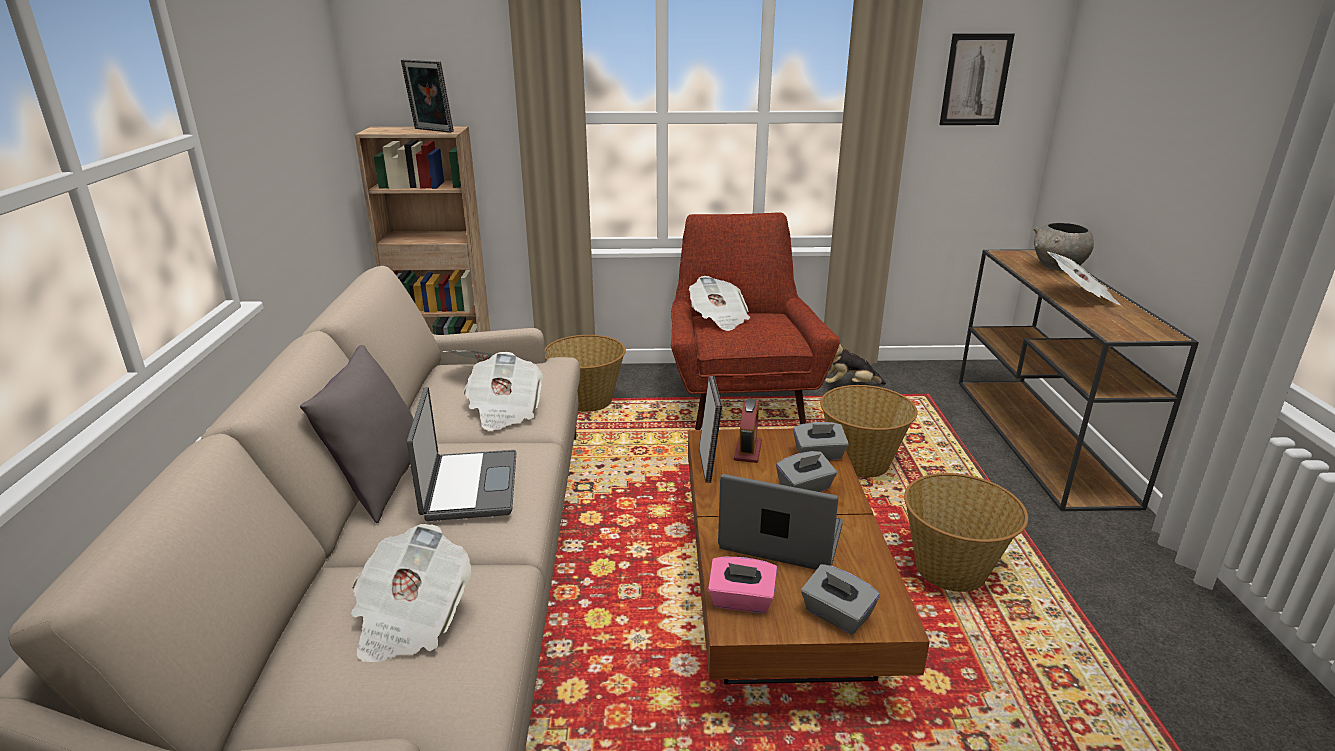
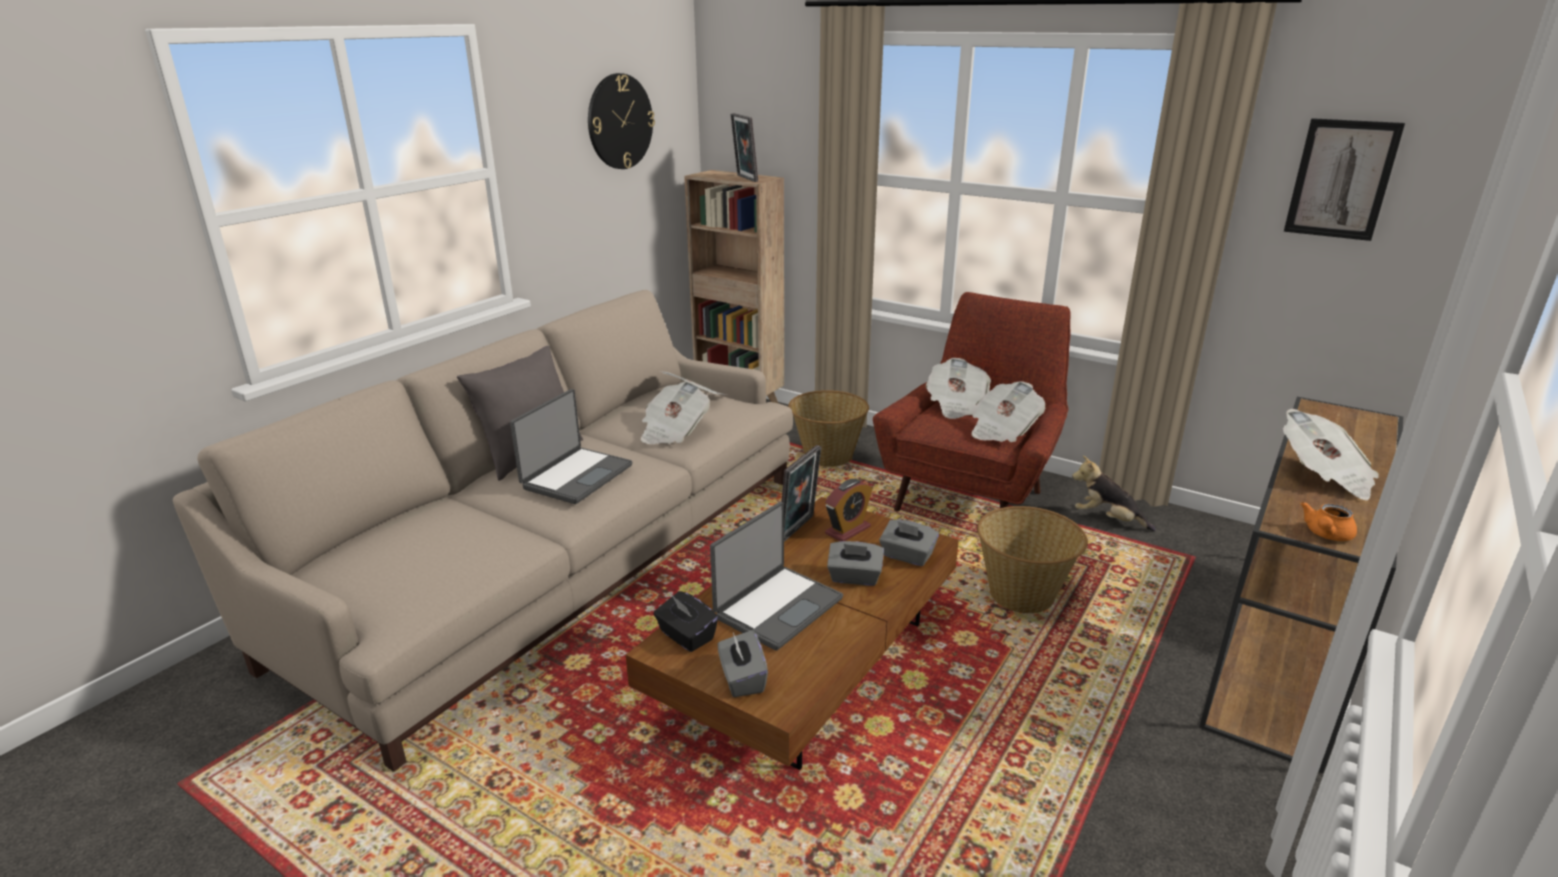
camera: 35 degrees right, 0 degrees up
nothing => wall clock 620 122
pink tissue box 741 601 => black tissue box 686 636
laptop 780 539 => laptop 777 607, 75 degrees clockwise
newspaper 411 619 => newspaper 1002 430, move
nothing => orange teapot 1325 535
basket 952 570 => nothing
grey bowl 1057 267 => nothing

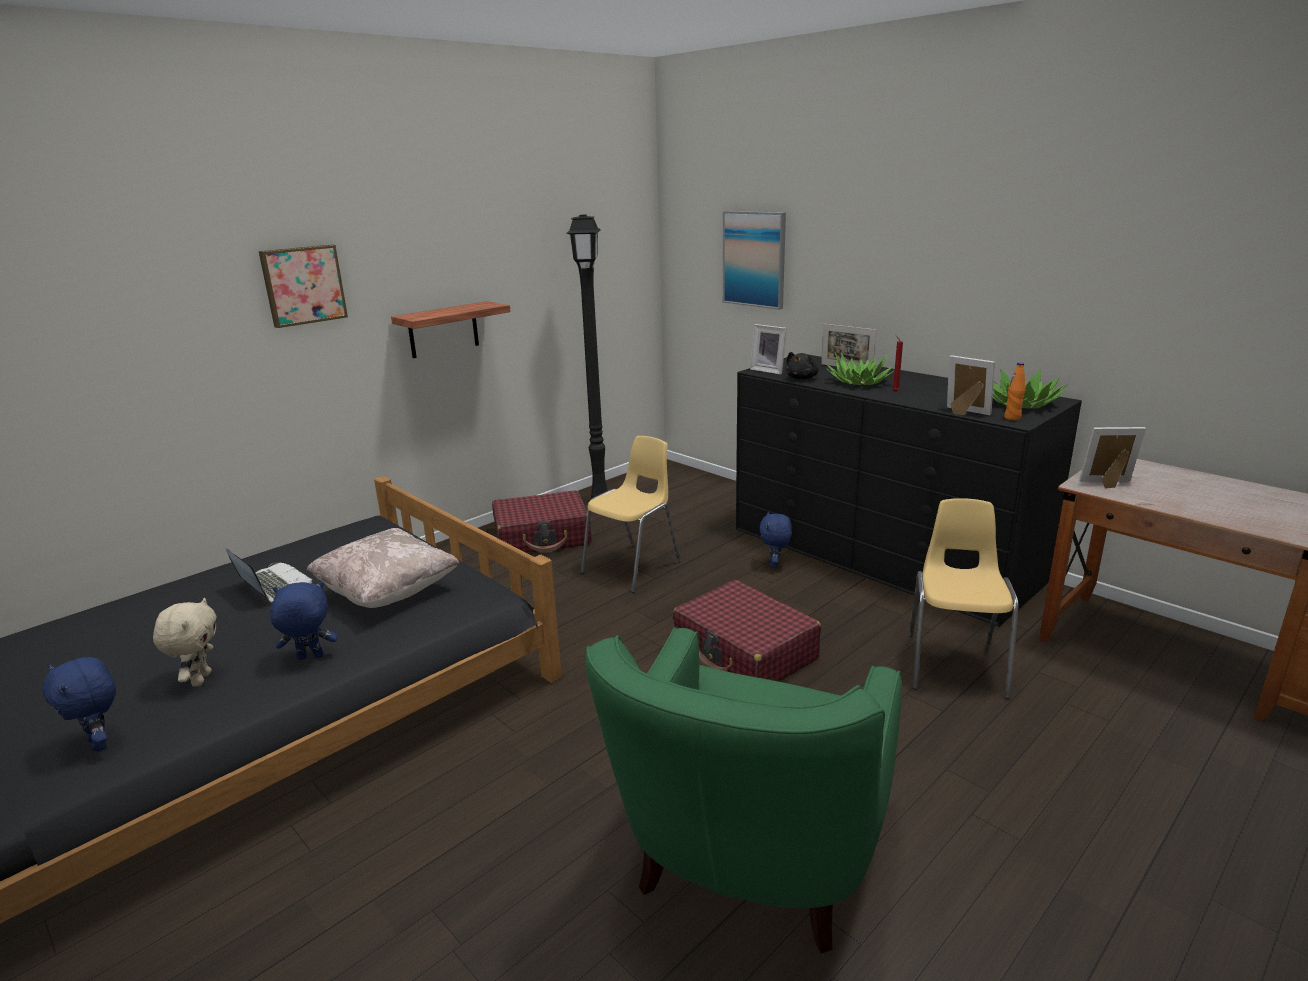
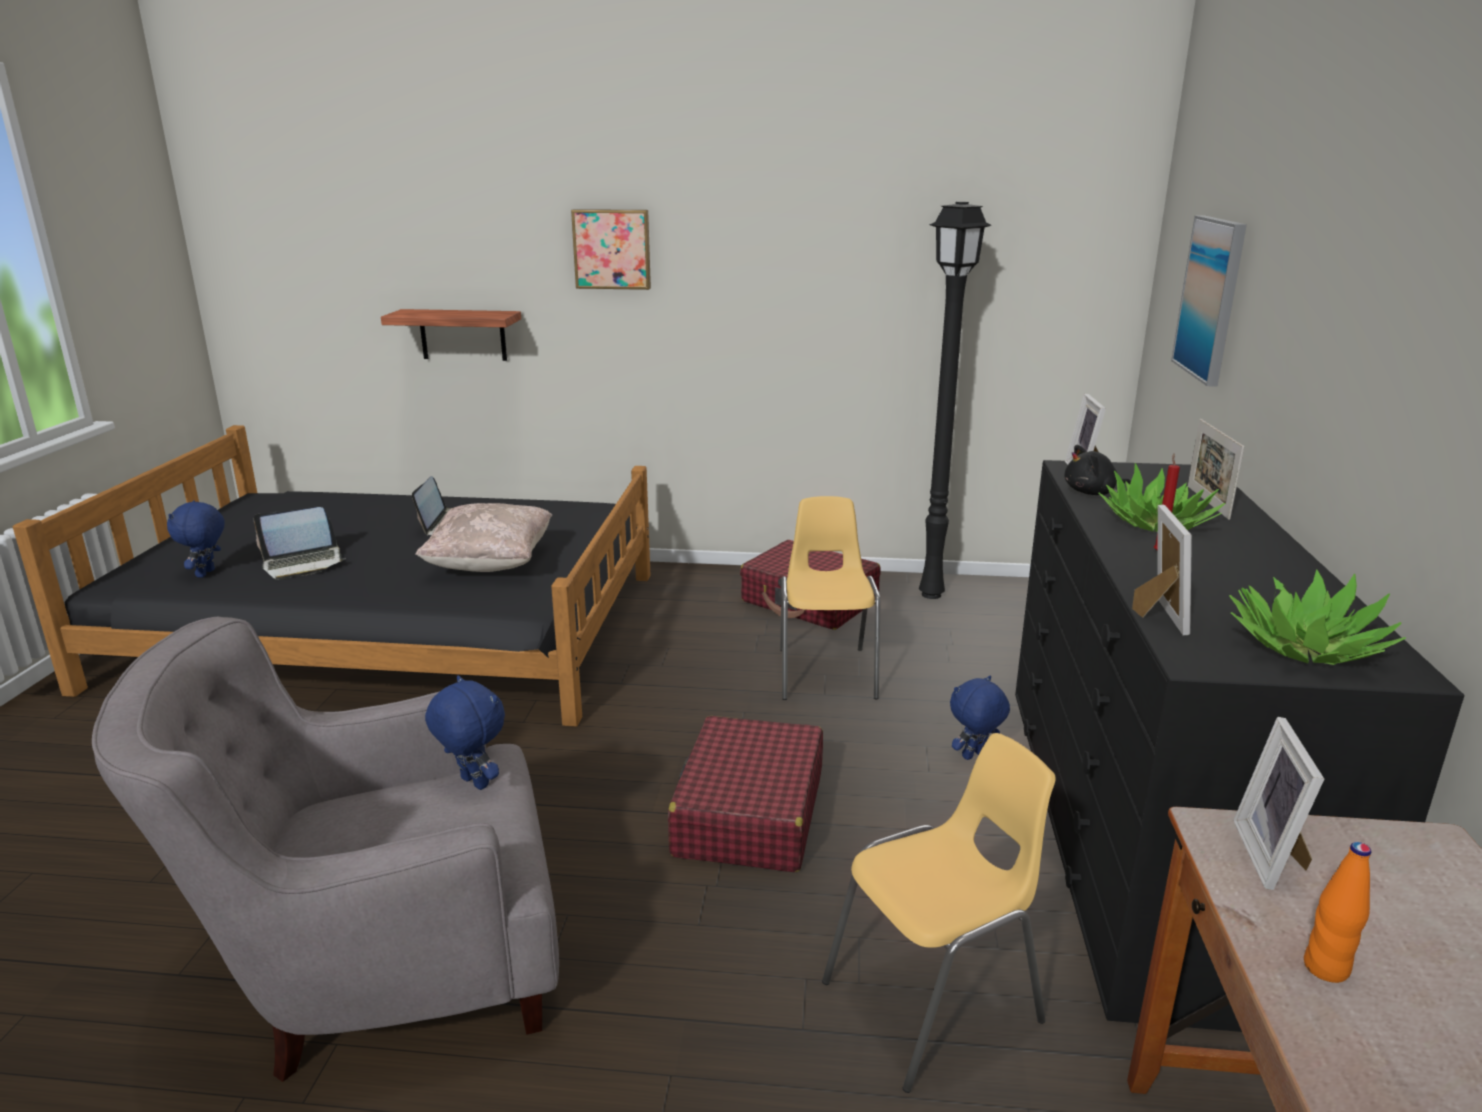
camera: 50 degrees right, 0 degrees up
green armchair 750 861 => grey armchair 383 968
beige plush toy 200 679 => laptop 303 564
shelf 443 330 => shelf 463 335, move
blue plush toy 309 658 => blue plush toy 472 783, move
yellow chair 633 567 => yellow chair 826 673, 90 degrees counterclockwise
picture frame 1108 484 => picture frame 1273 856, 135 degrees counterclockwise
orange bottle 1012 418 => orange bottle 1326 968, move

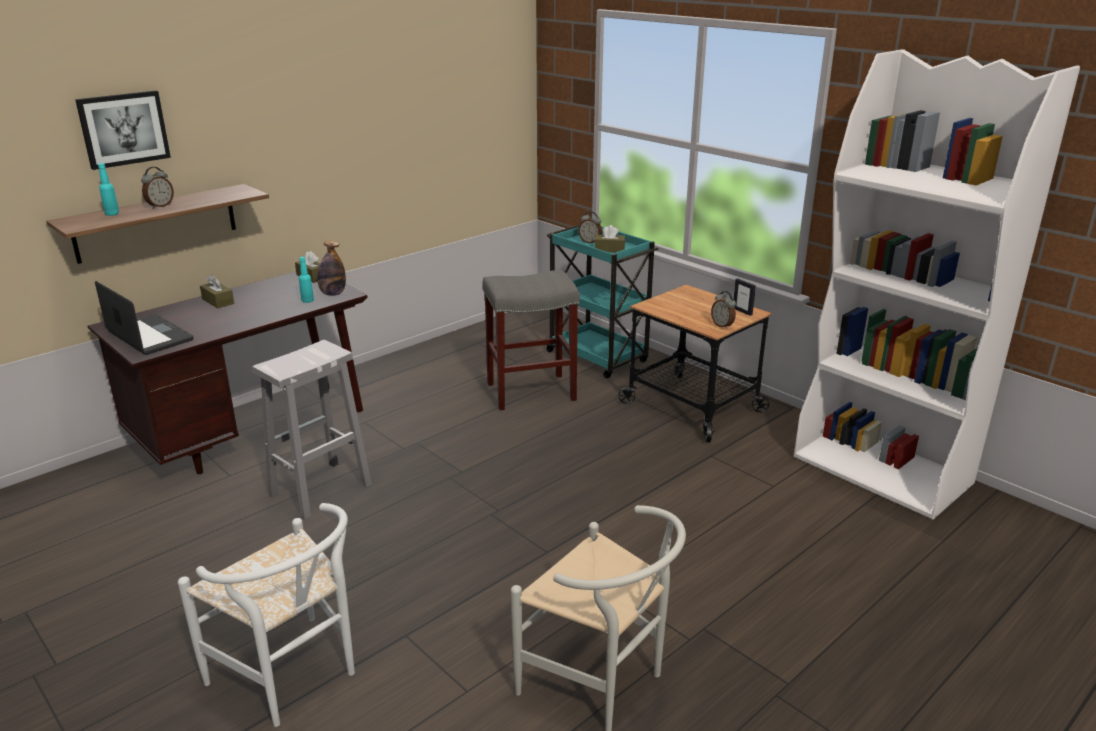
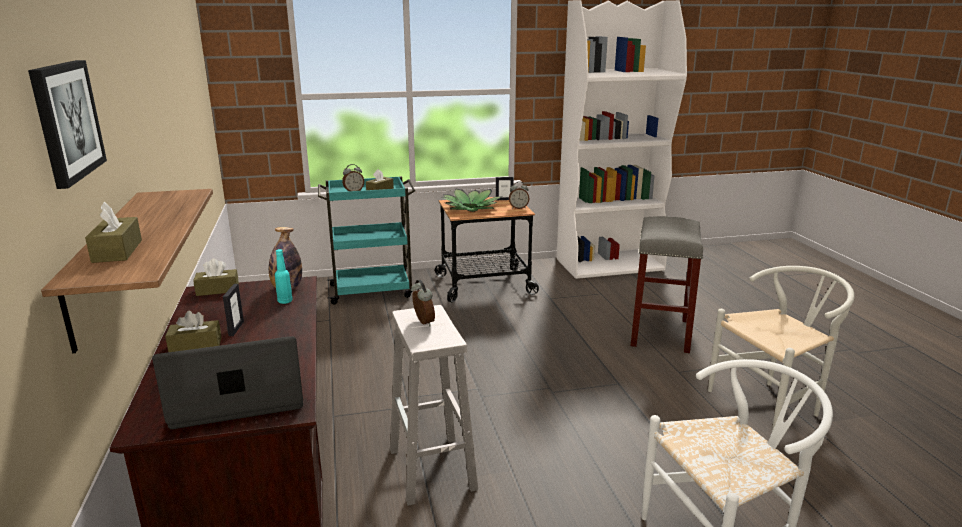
camera: 60 degrees left, 5 degrees down
turquoise bottle 112 214 => brown tissue box 117 251
nothing => picture frame 236 328
alarm clock 160 206 => alarm clock 422 322, move
nothing => potted plant 471 208
grey stool 530 392 => grey stool 660 333, move

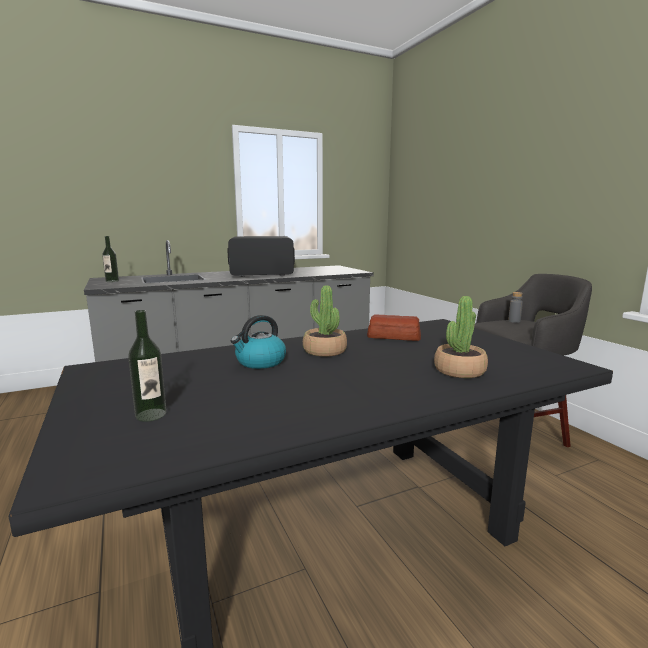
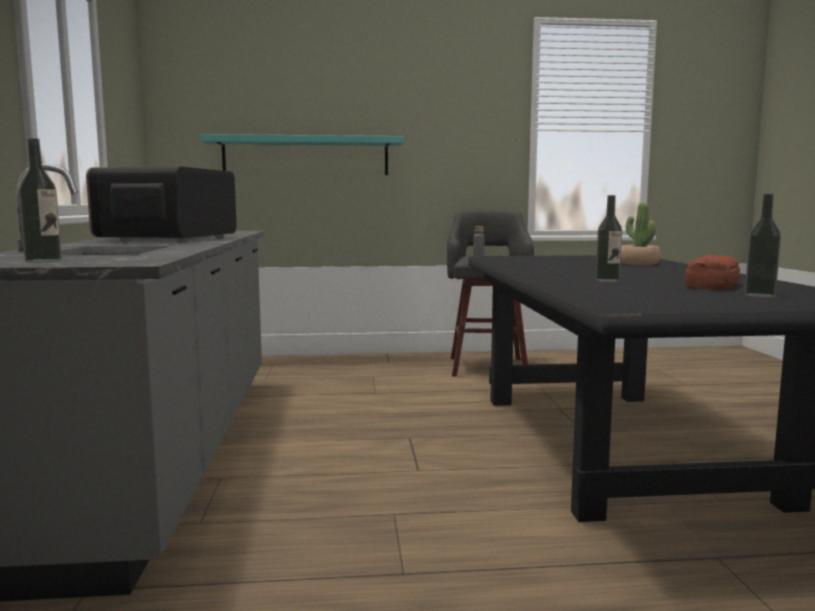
camera: 70 degrees left, 5 degrees down
nothing => turquoise shelf 306 156
kettle 260 362 => bottle 607 280
bread 393 336 => bread 711 285, move
potted plant 324 351 => nothing

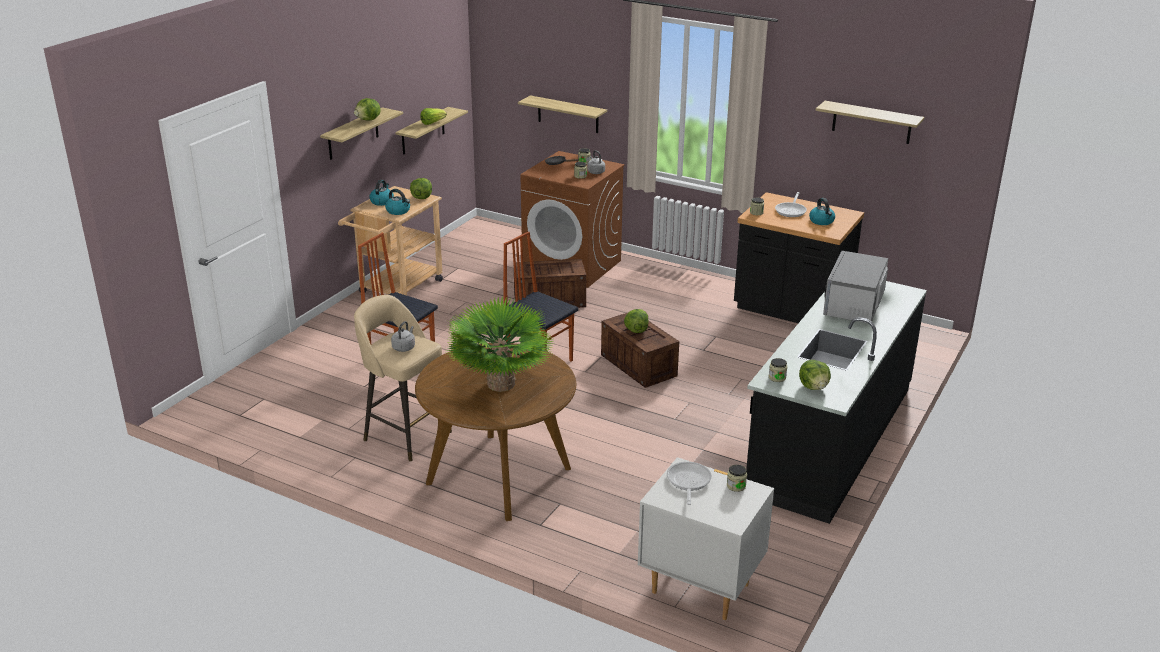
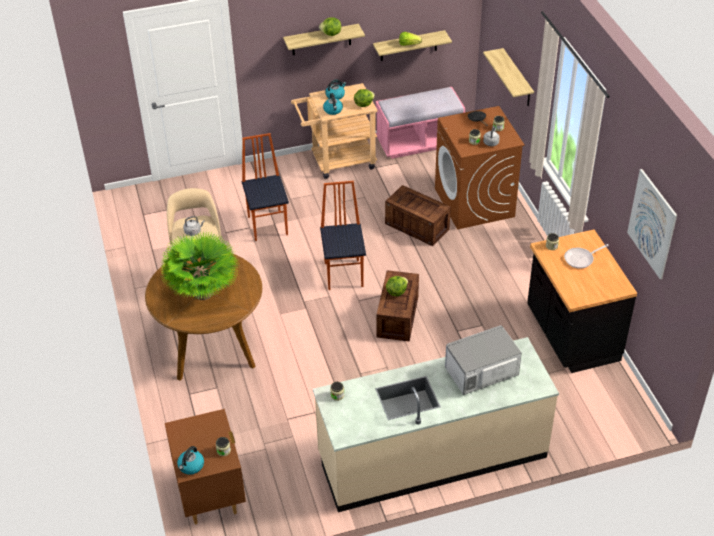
camera: 45 degrees right, 15 degrees up
white nightstand 700 588 => brown nightstand 211 495
kettle 822 221 => kettle 191 466, move
black counter 829 438 => beige counter 432 455
nothing => pink bench 419 142
shelf 871 122 => picture 652 224
frying pan 688 482 => nothing
lettuce 814 387 => nothing

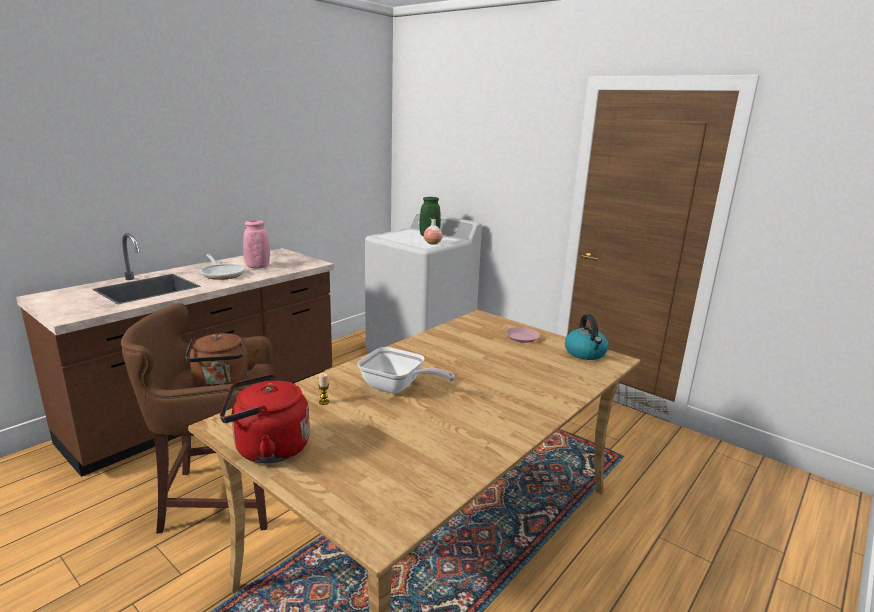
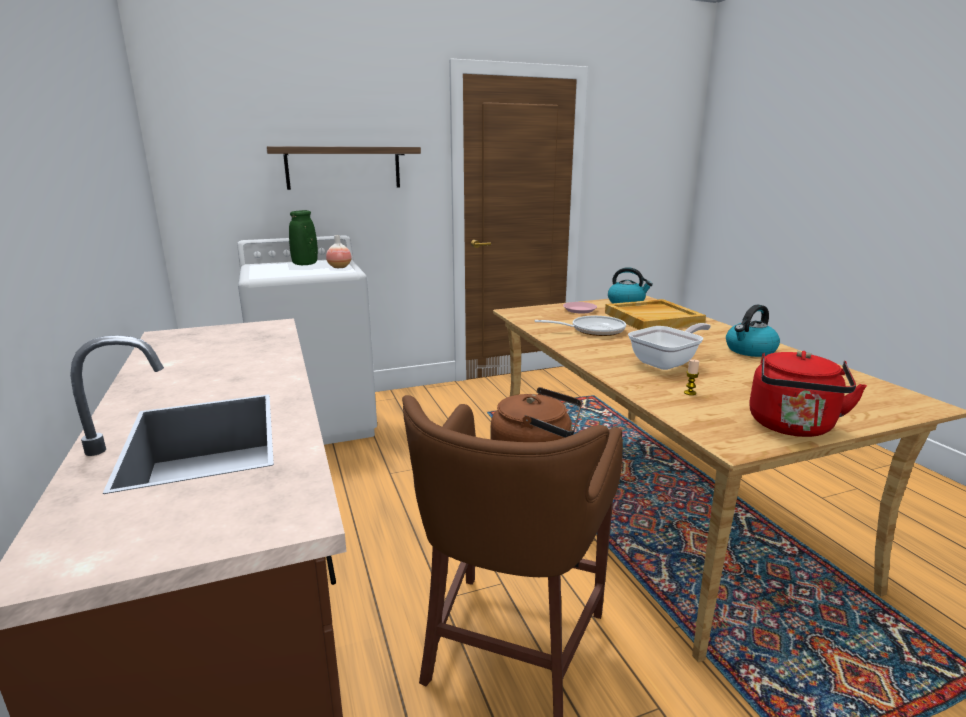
camera: 60 degrees left, 0 degrees up
nothing => shelf 343 168
frying pan 222 274 => frying pan 592 330, move
nothing => beige tray 653 318
nothing => kettle 750 351
pink vase 257 267 => nothing

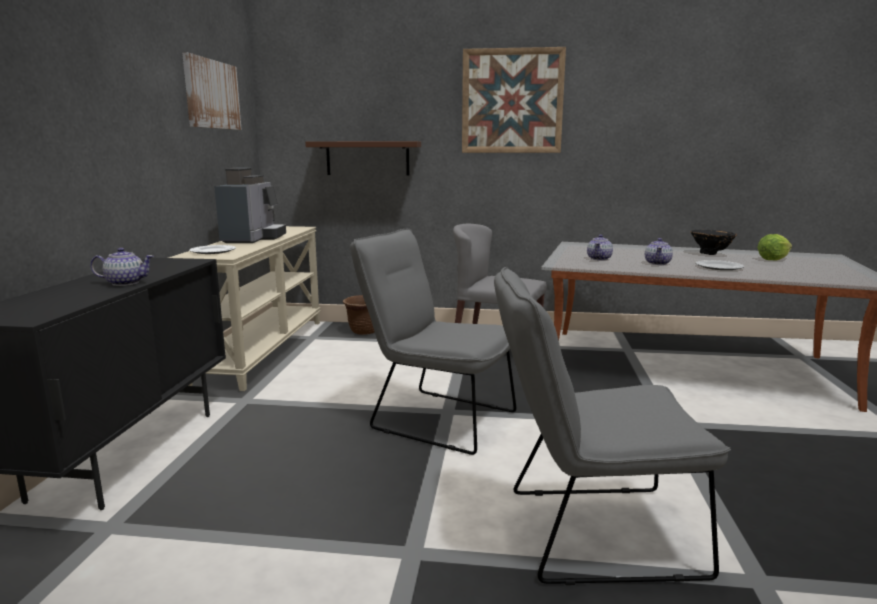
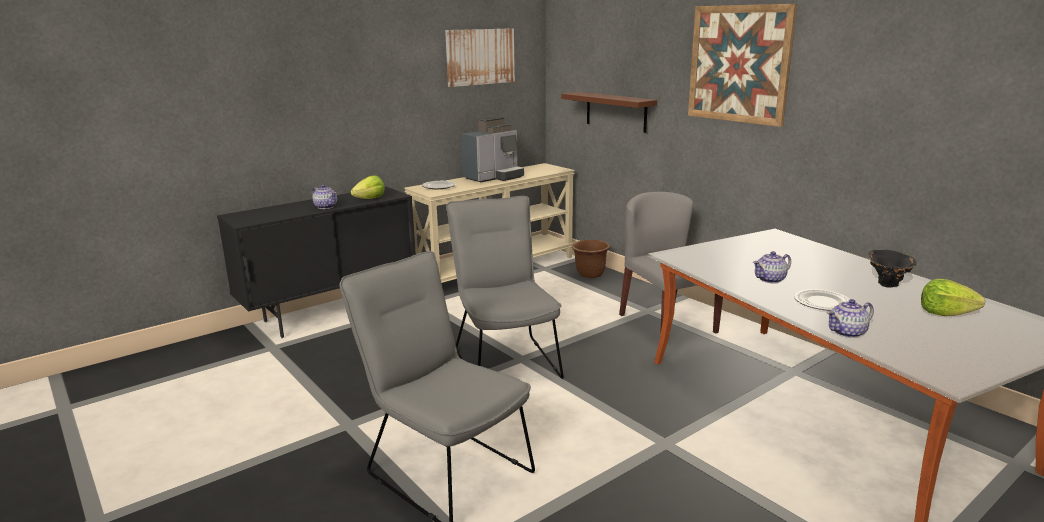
camera: 45 degrees right, 5 degrees up
nothing => lettuce 370 199
teapot 599 259 => teapot 847 332, move

